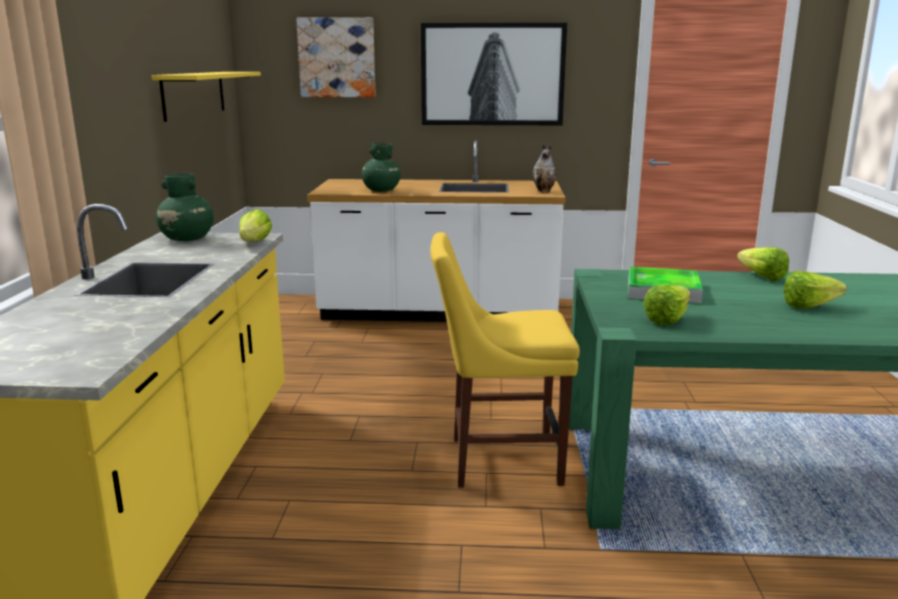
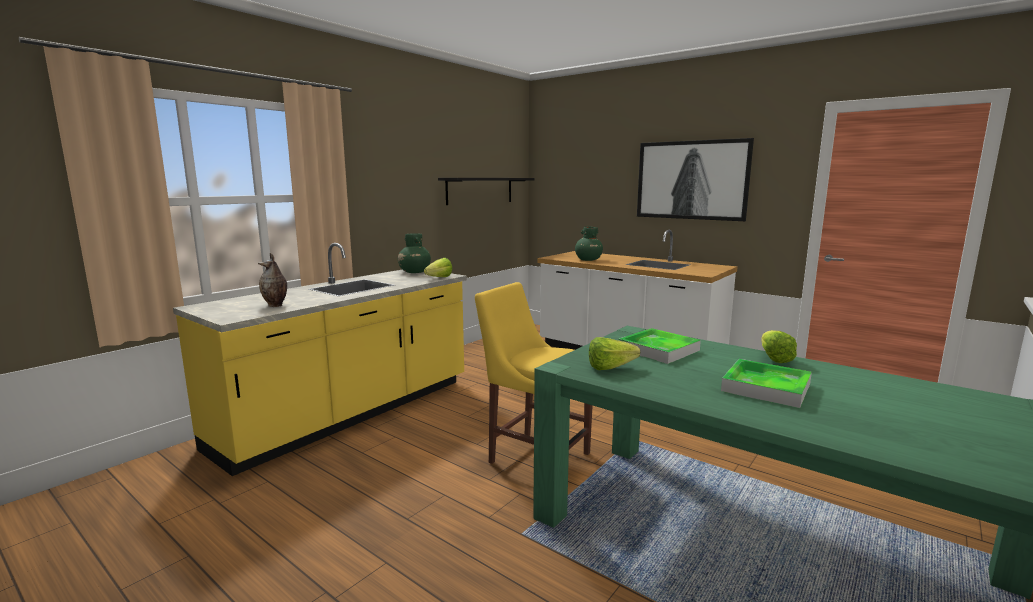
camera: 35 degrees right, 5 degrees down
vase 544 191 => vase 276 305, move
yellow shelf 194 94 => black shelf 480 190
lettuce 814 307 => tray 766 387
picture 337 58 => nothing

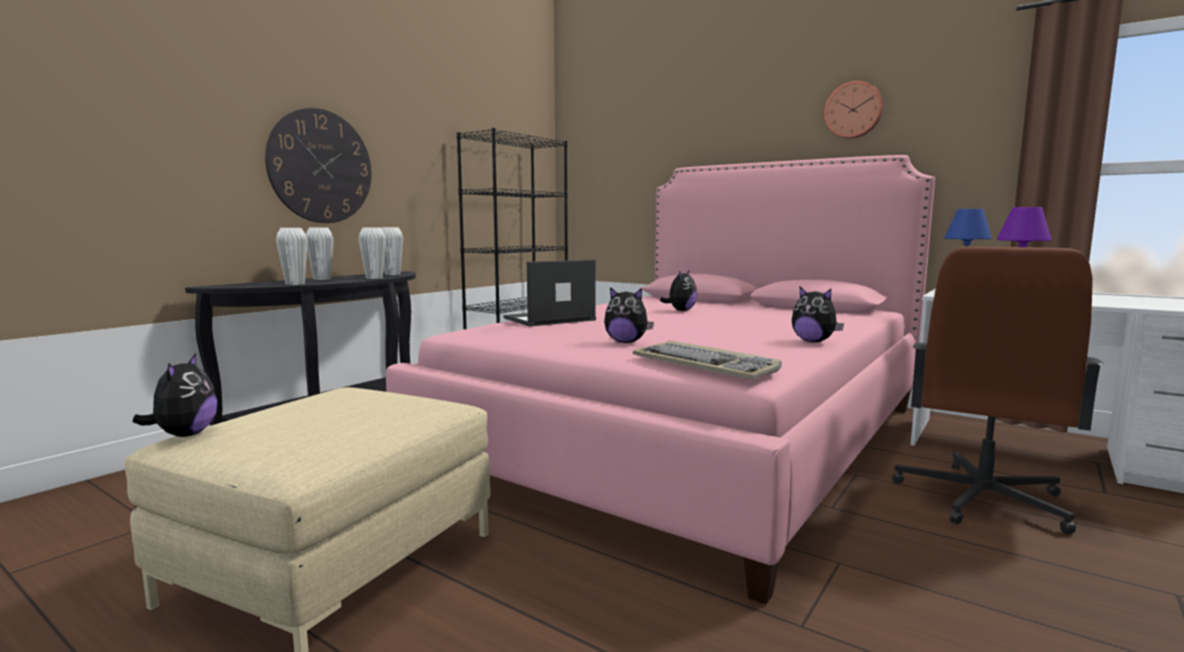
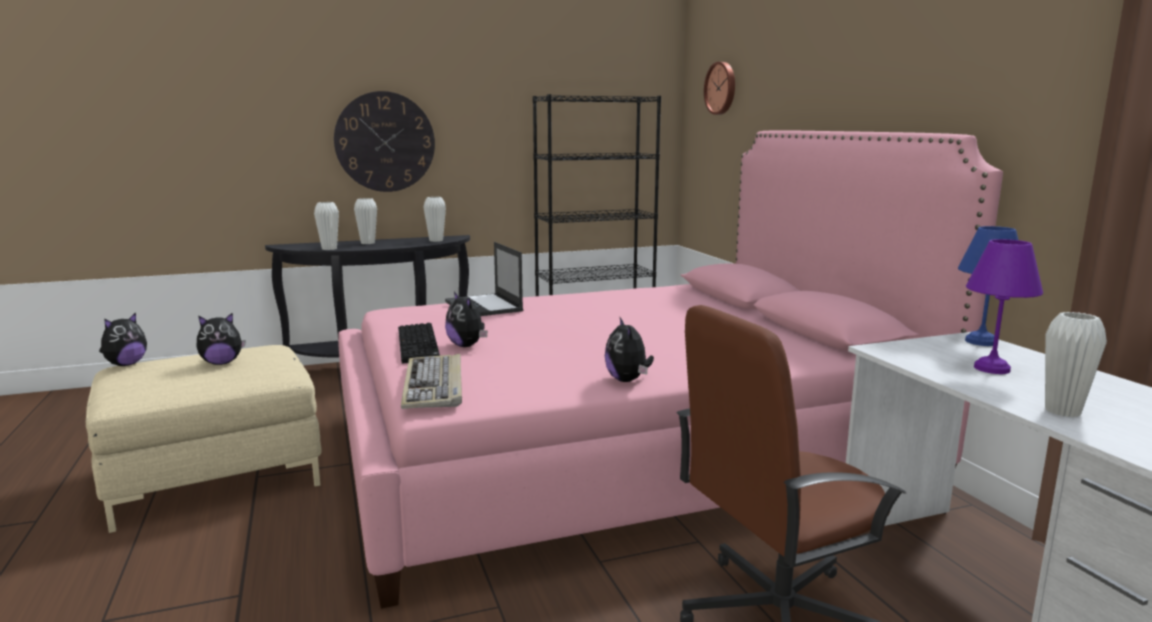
camera: 35 degrees right, 5 degrees up
plush toy 680 311 => plush toy 222 363, move
nothing => keyboard 420 344
laptop 548 319 => laptop 484 306, 120 degrees counterclockwise
wall clock 853 110 => wall clock 721 88, move
white vase 374 278 => white vase 1062 411, move

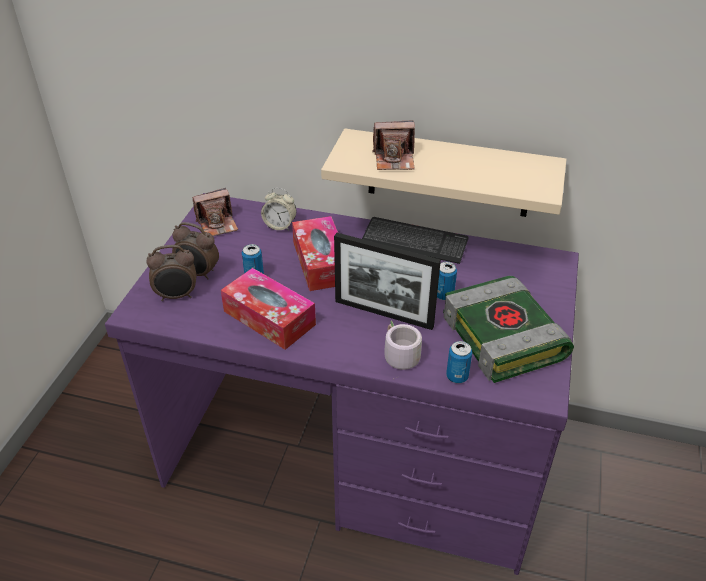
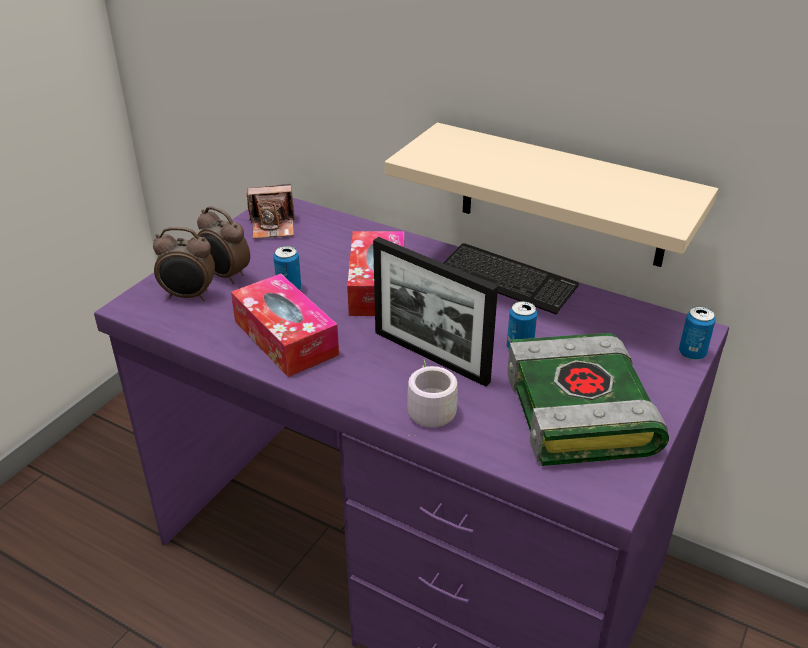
camera: 15 degrees right, 5 degrees down
can 457 376 => can 692 353, move
alarm clock 280 225 => nothing
photo camera 394 159 => nothing

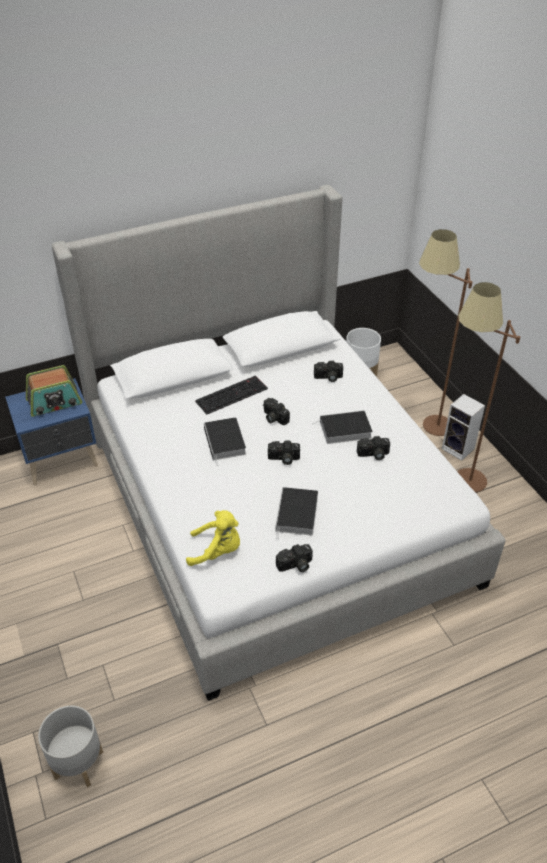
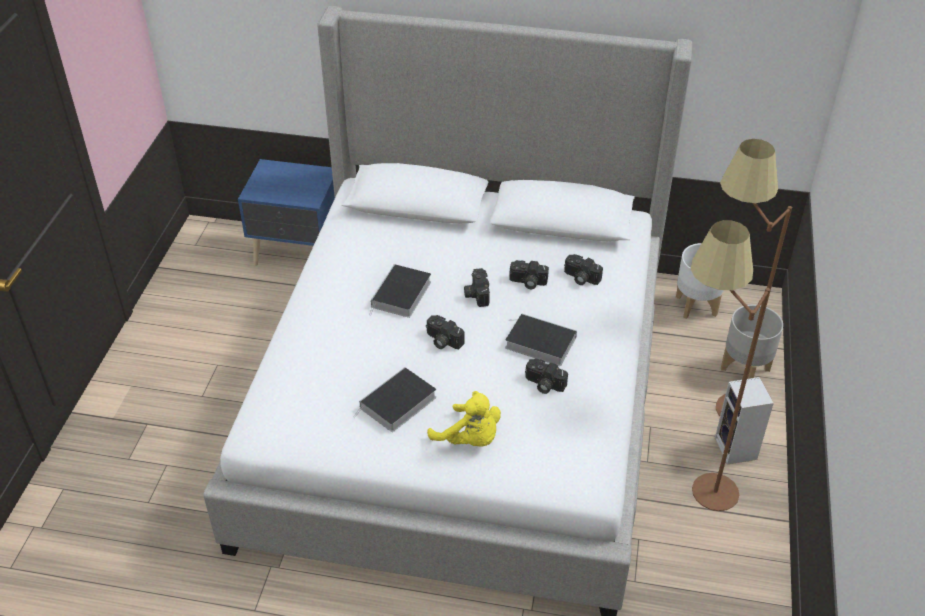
camera: 35 degrees right, 0 degrees up
yellow plush toy 217 551 => yellow plush toy 469 439, move
photo camera 295 566 => photo camera 527 282, move
grey planter 78 764 => grey planter 744 369, move
radio 54 402 => nothing
keyboard 231 394 => nothing

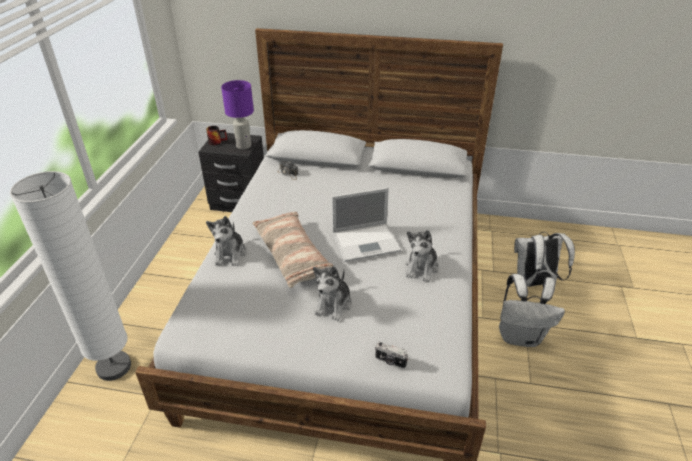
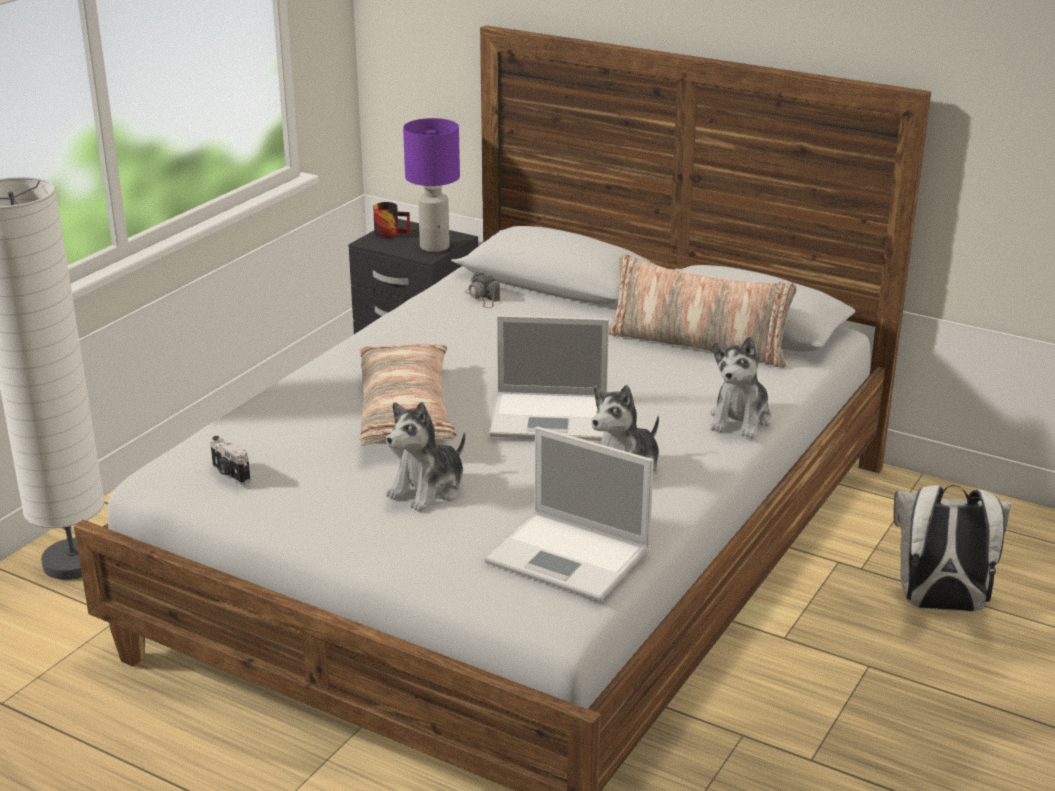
camera: 20 degrees right, 10 degrees down
photo camera 390 361 => photo camera 230 474, move
nothing => laptop 570 556
nothing => pillow 698 345
plush toy 230 254 => plush toy 740 419, move
white backpack 520 336 => nothing

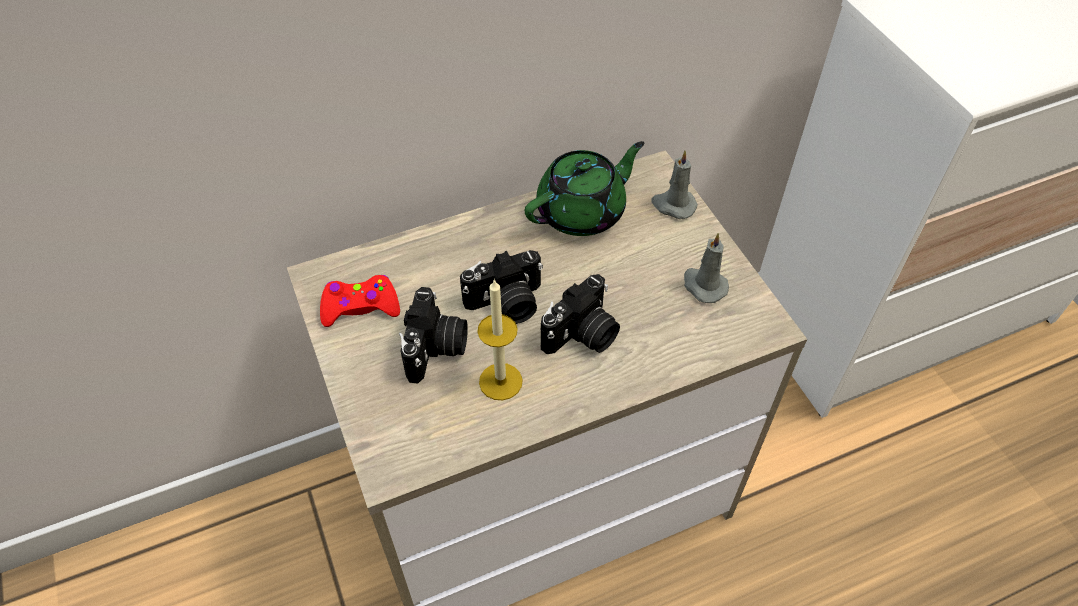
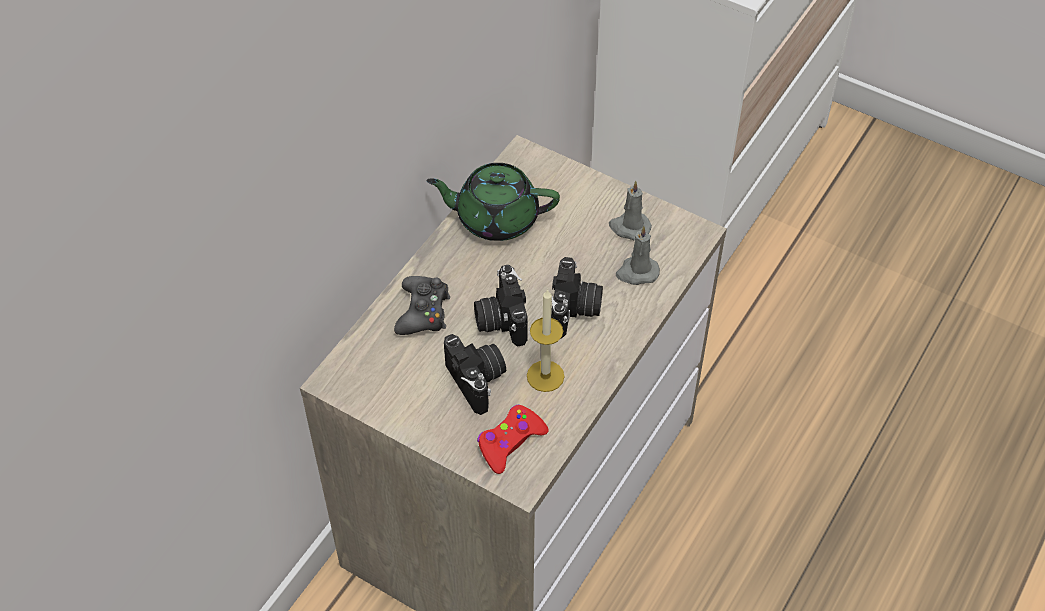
camera: 35 degrees left, 0 degrees up
nothing => black game controller 423 312
green teapot 582 211 => green teapot 495 218, 105 degrees counterclockwise
photo camera 506 304 => photo camera 500 319, 135 degrees clockwise
red game controller 360 307 => red game controller 510 442, move
grey candle 673 205 => grey candle 637 272, move

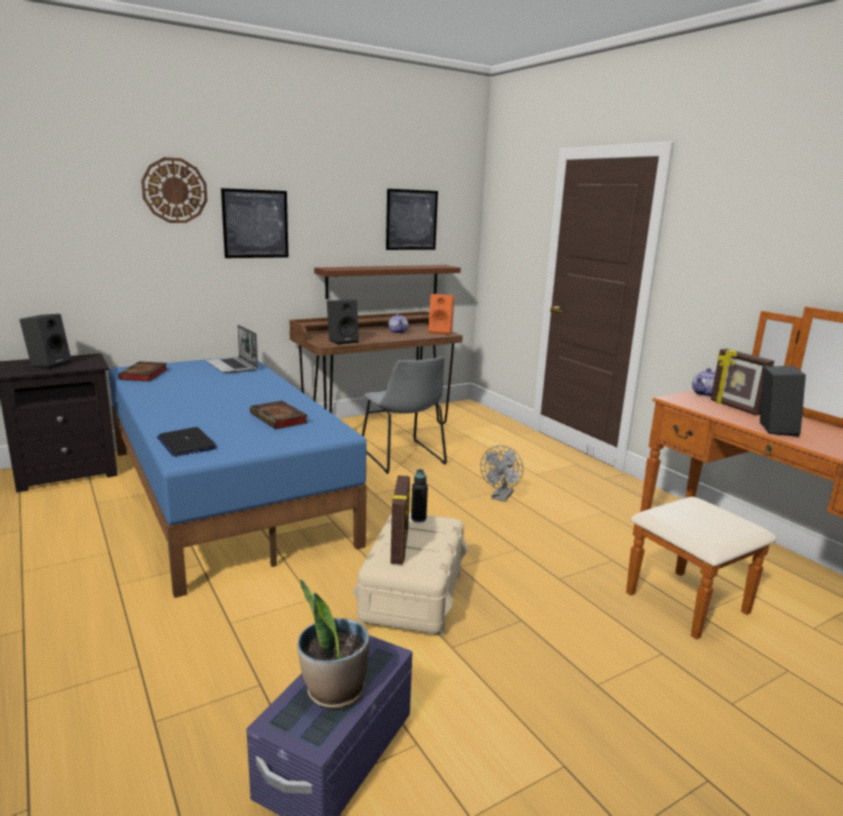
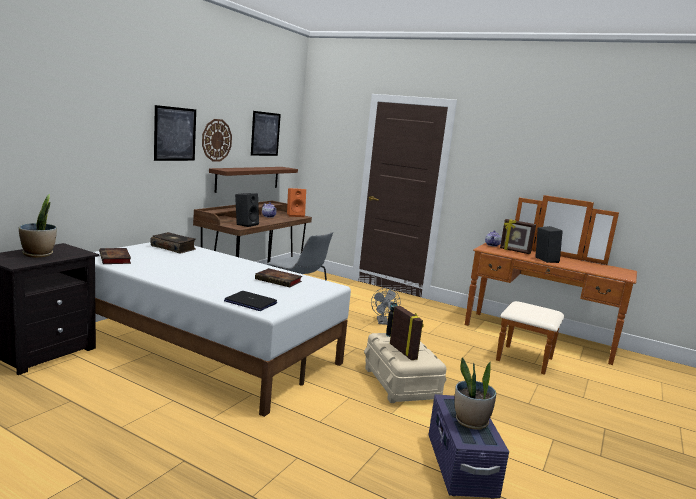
camera: 30 degrees left, 5 degrees down
black speaker 49 364 => potted plant 39 254
blue bed 226 493 => white bed 205 347
laptop 233 366 => book 173 248
wall clock 174 190 => wall clock 216 140, move

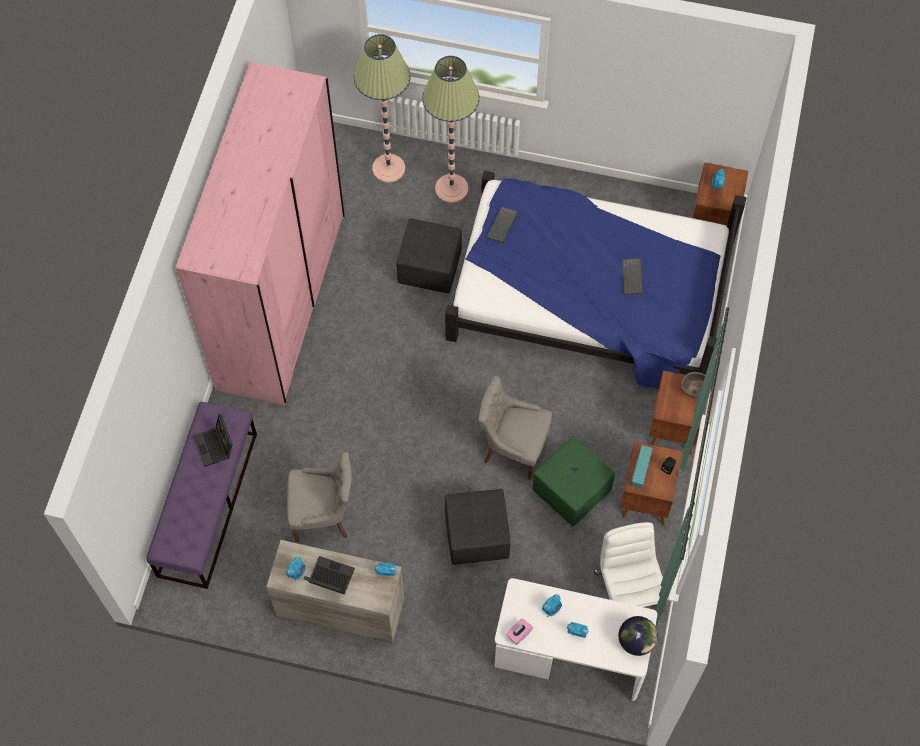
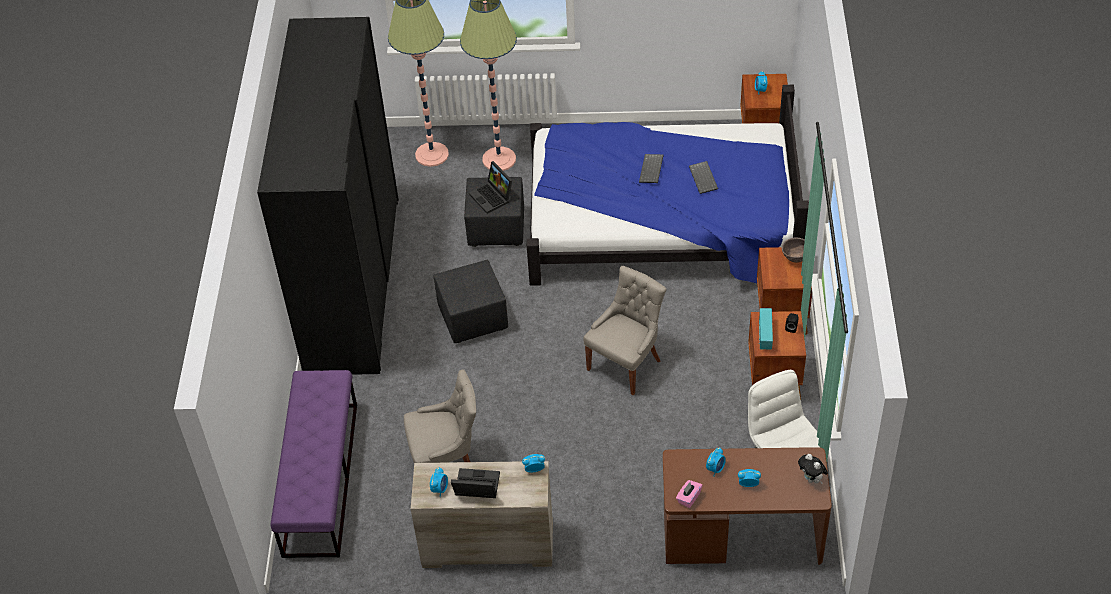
camera: 10 degrees left, 15 degrees down
pink wardrobe 281 301 => black wardrobe 353 285
black ottoman 476 537 => black ottoman 472 319, move
laptop 216 446 => laptop 492 197, move
grey chair 513 448 => grey chair 626 364, 120 degrees clockwise
keyboard 502 226 => keyboard 652 170, move
white desk 569 654 => brown desk 740 536
globe 636 641 => plush toy 811 479
green ottoman 571 492 => nothing

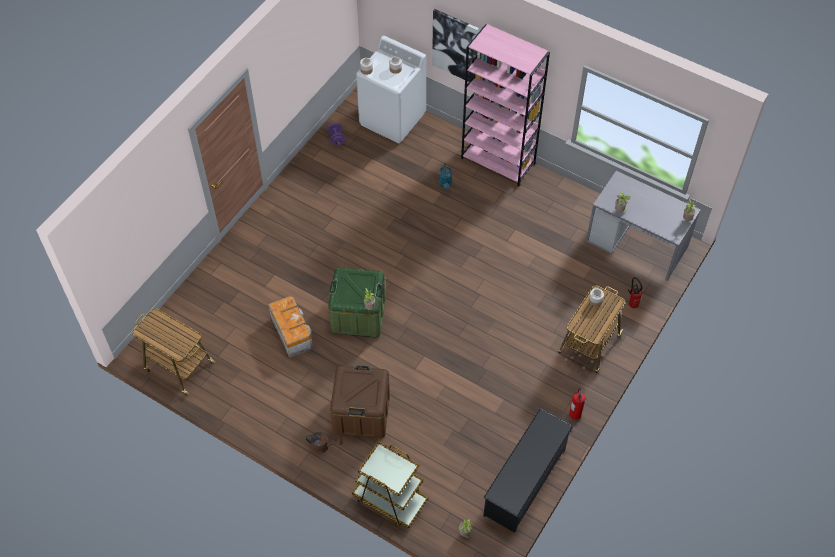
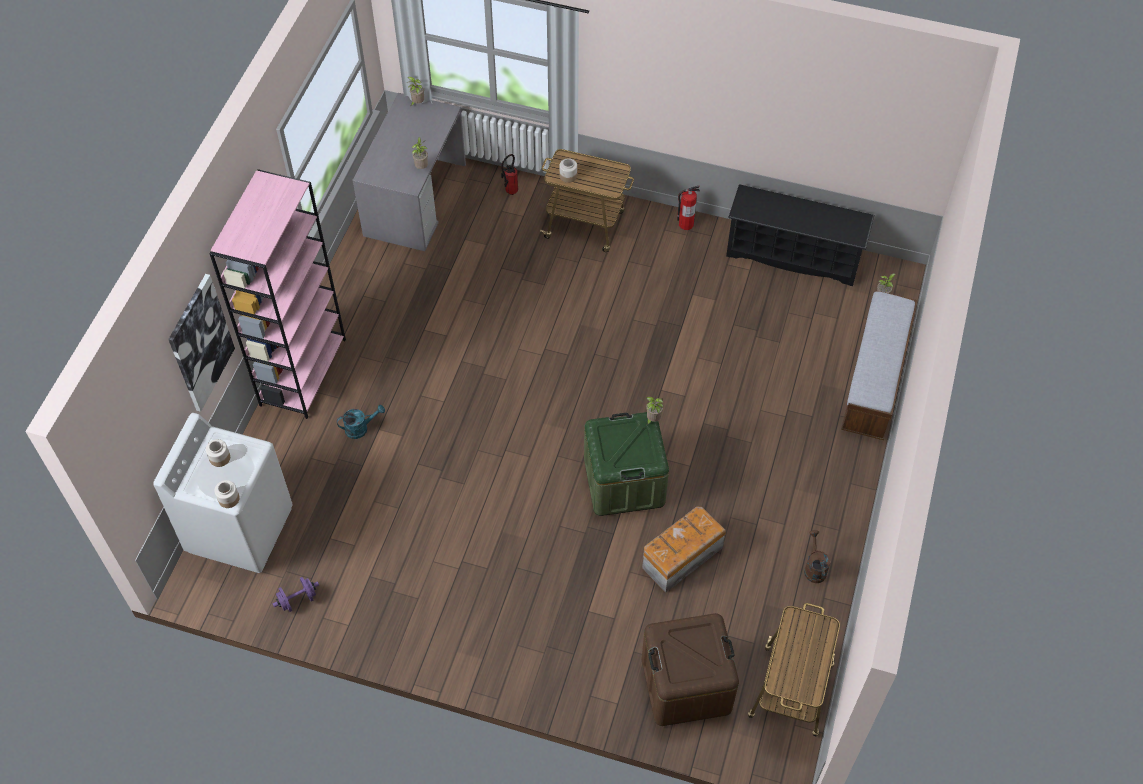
camera: 105 degrees left, 0 degrees up
brown storage box 361 413 => brown storage box 686 684, move
brown watering can 323 446 => brown watering can 814 567, move
brown cart 389 499 => bench 874 380

